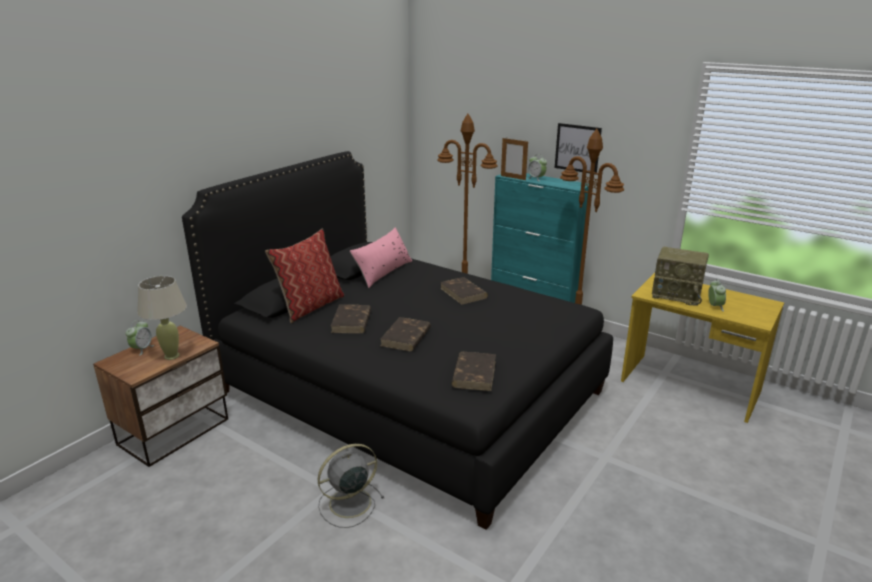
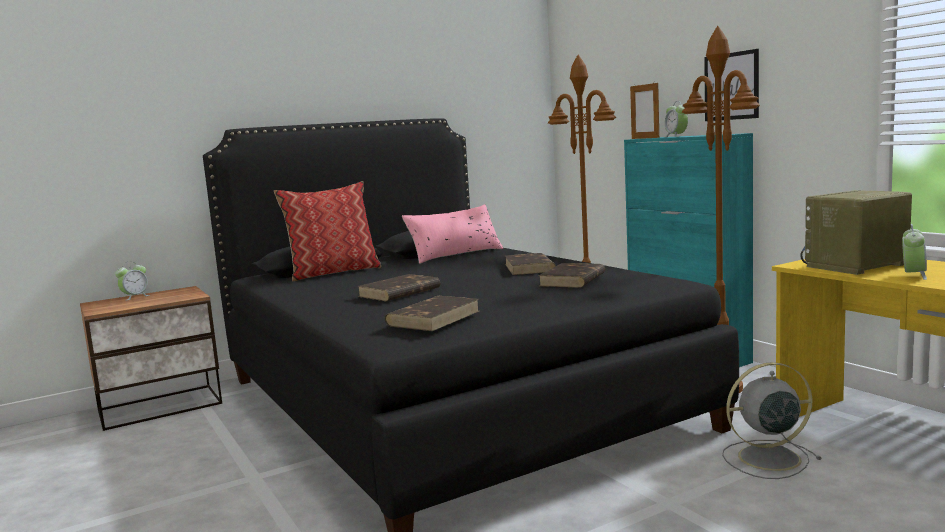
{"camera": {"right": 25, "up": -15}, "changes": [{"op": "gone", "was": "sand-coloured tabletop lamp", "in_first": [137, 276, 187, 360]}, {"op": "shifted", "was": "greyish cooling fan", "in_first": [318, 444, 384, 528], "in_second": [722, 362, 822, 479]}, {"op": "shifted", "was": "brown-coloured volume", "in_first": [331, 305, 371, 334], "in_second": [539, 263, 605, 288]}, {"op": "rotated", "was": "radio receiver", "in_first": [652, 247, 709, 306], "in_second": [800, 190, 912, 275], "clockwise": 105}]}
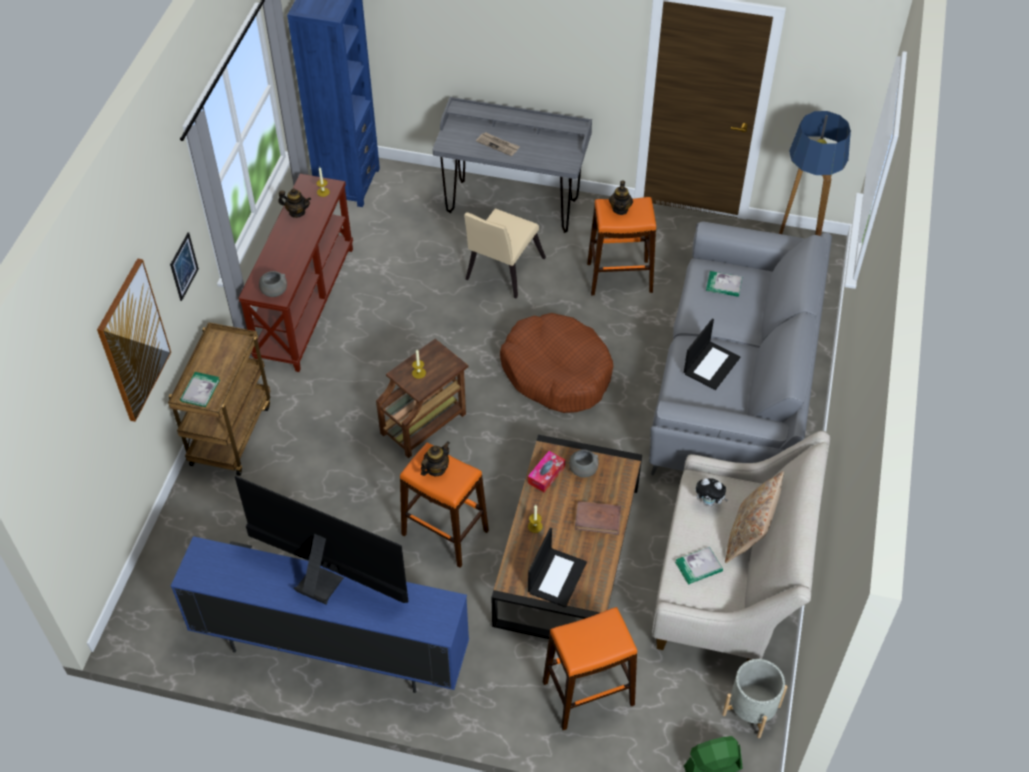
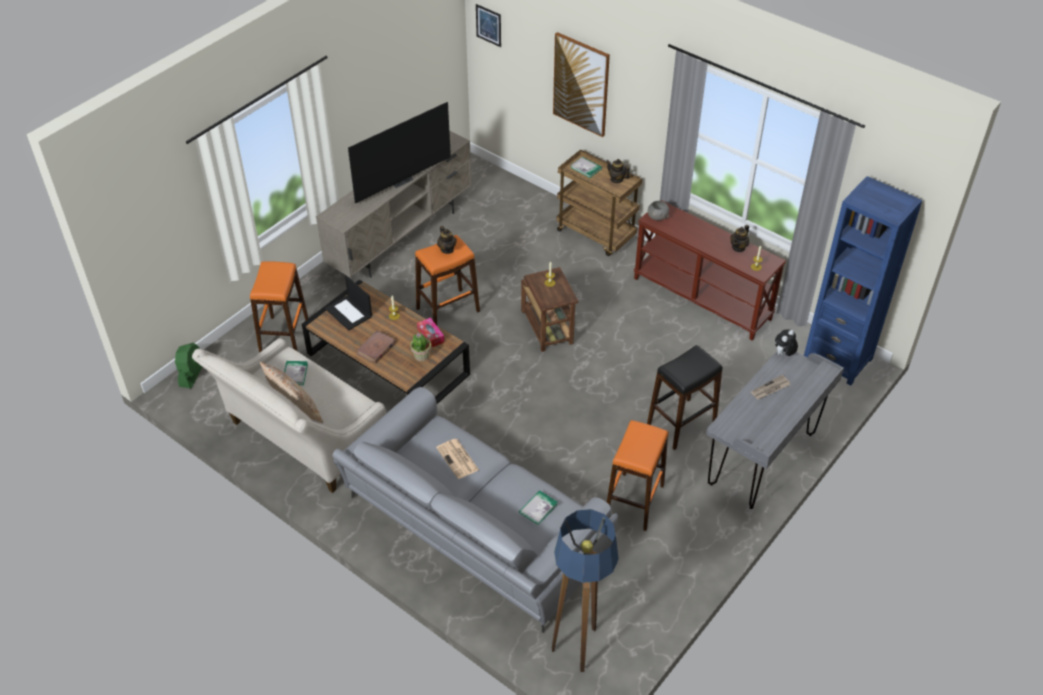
{"camera": {"right": 115, "up": -5}, "changes": [{"op": "gone", "was": "brown-coloured dog cushion", "in_first": [500, 313, 613, 413]}, {"op": "gone", "was": "greyish plant pot", "in_first": [722, 659, 787, 738]}, {"op": "shifted", "was": "wall art", "in_first": [170, 232, 199, 301], "in_second": [476, 4, 501, 47]}, {"op": "shifted", "was": "tea pot", "in_first": [609, 181, 633, 215], "in_second": [607, 159, 630, 184]}, {"op": "shifted", "was": "soft toy", "in_first": [695, 478, 728, 506], "in_second": [775, 329, 798, 356]}, {"op": "swapped", "was": "sand-coloured plain chair", "now": "blackish stool", "in_first": [464, 208, 546, 298], "in_second": [647, 345, 722, 450]}, {"op": "swapped", "was": "greyish deep dish", "now": "potted plant", "in_first": [569, 449, 598, 478], "in_second": [410, 333, 431, 362]}, {"op": "swapped", "was": "laptop", "now": "newspaper", "in_first": [684, 319, 740, 390], "in_second": [436, 439, 479, 479]}, {"op": "repainted", "was": "blue tv unit", "now": "sand-coloured tv unit", "in_first": [171, 536, 469, 693], "in_second": [316, 130, 472, 278]}]}
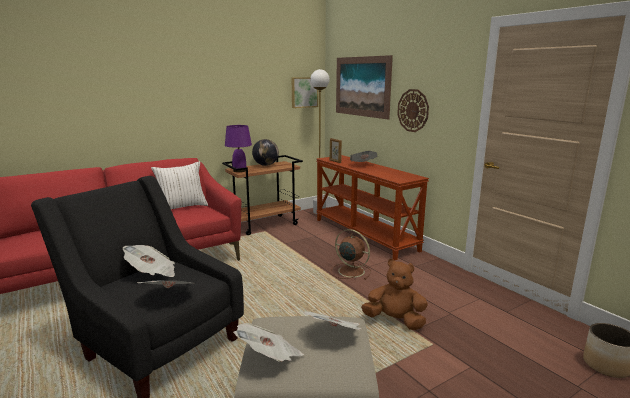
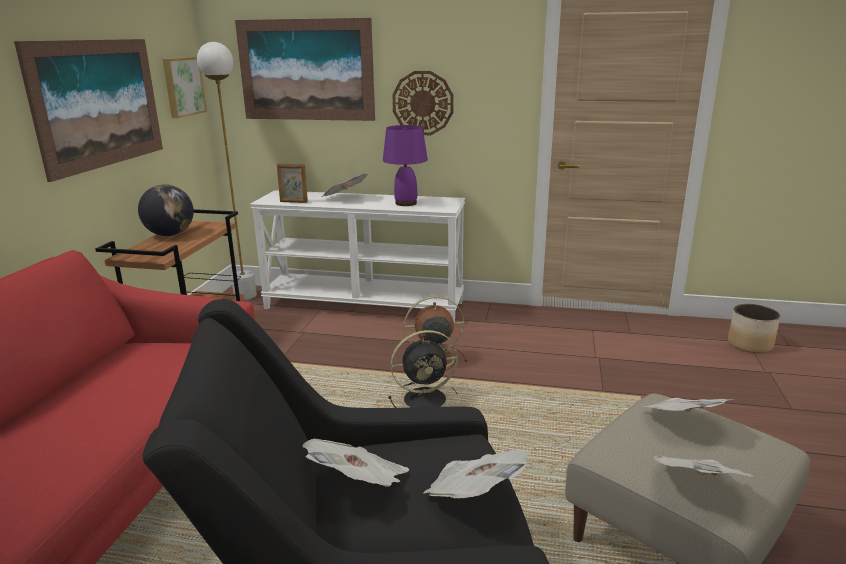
{"camera": {"right": -45, "up": 5}, "changes": [{"op": "gone", "was": "whitish cushion", "in_first": [151, 161, 208, 209]}, {"op": "gone", "was": "brown-coloured soft toy", "in_first": [361, 259, 428, 330]}, {"op": "new", "now": "wall art", "in_second": [14, 39, 163, 182]}, {"op": "new", "now": "blackish cooling fan", "in_second": [388, 330, 458, 408]}, {"op": "shifted", "was": "purple-coloured tabletop lamp", "in_first": [225, 125, 252, 172], "in_second": [383, 125, 428, 206]}, {"op": "repainted", "was": "brown-coloured console table", "now": "whitish console table", "in_first": [316, 155, 429, 260], "in_second": [250, 190, 465, 322]}]}
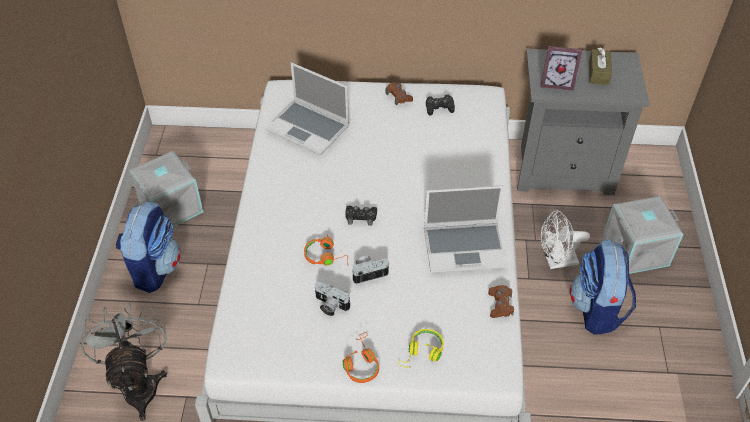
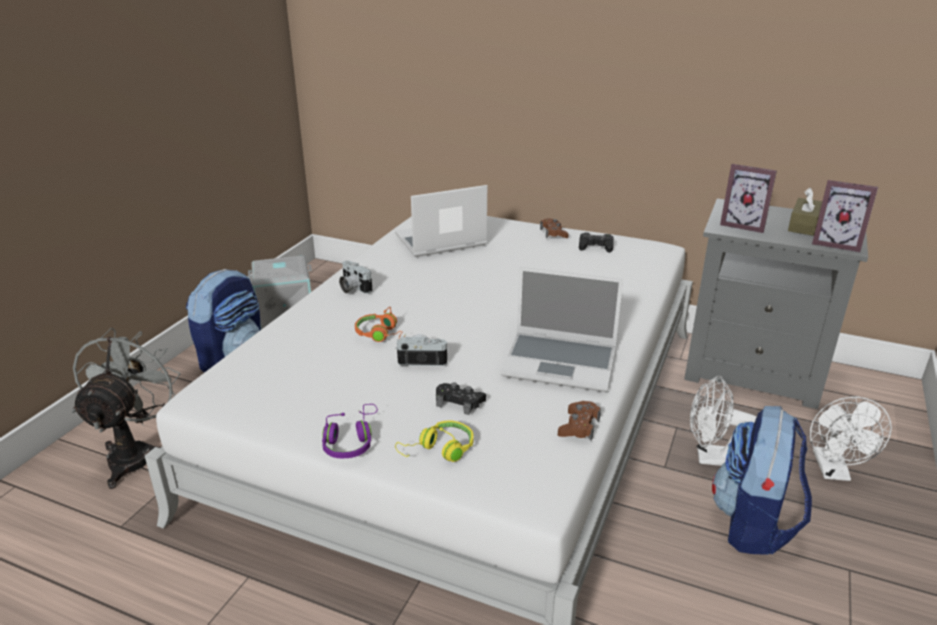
{"camera": {"right": 20, "up": -20}, "changes": [{"op": "new", "now": "photo frame", "in_second": [812, 180, 878, 252]}, {"op": "shifted", "was": "still camera", "in_first": [315, 282, 351, 316], "in_second": [339, 261, 373, 294]}, {"op": "shifted", "was": "blackish gamepad", "in_first": [345, 206, 377, 226], "in_second": [436, 382, 486, 415]}, {"op": "swapped", "was": "greyish storage bin", "now": "whitish cooling fan", "in_first": [603, 196, 684, 274], "in_second": [810, 397, 892, 481]}, {"op": "repainted", "was": "orange-coloured headphones", "now": "purple-coloured headphones", "in_first": [343, 332, 379, 383], "in_second": [322, 404, 378, 459]}, {"op": "rotated", "was": "laptop", "in_first": [266, 62, 349, 156], "in_second": [395, 185, 487, 257], "clockwise": 105}]}
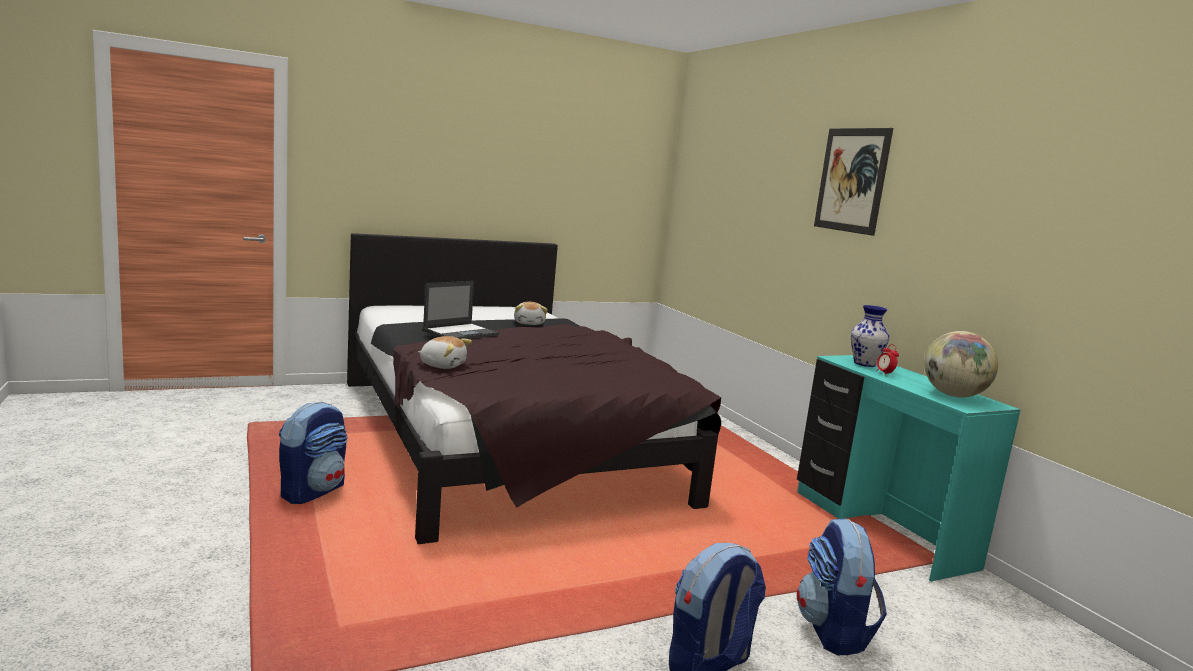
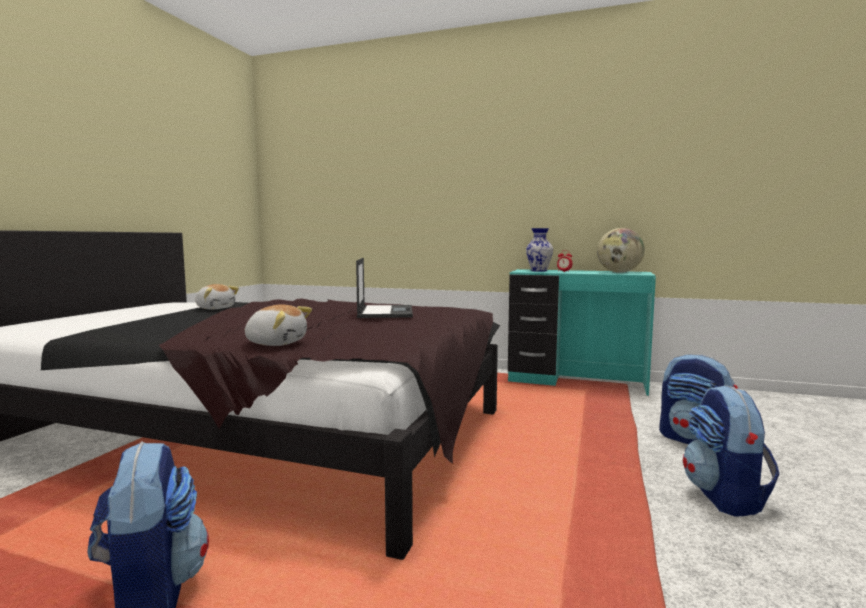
{"camera": {"right": -45, "up": -5}, "changes": [{"op": "gone", "was": "wall art", "in_first": [814, 128, 893, 236]}, {"op": "shifted", "was": "laptop", "in_first": [423, 281, 499, 339], "in_second": [356, 258, 413, 318]}, {"op": "rotated", "was": "soft toy", "in_first": [418, 336, 472, 369], "in_second": [244, 304, 312, 346], "clockwise": 45}]}
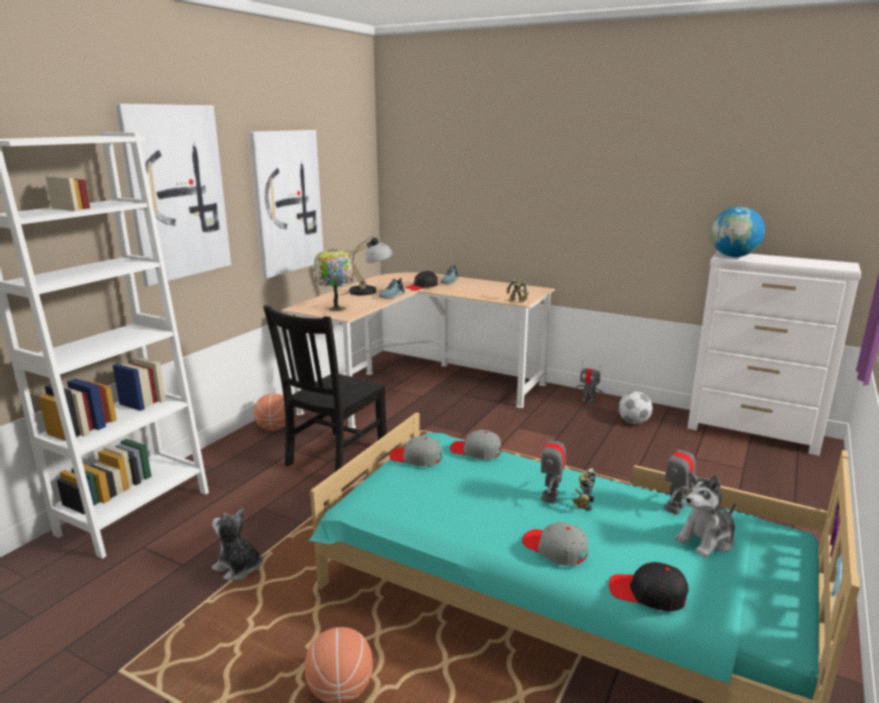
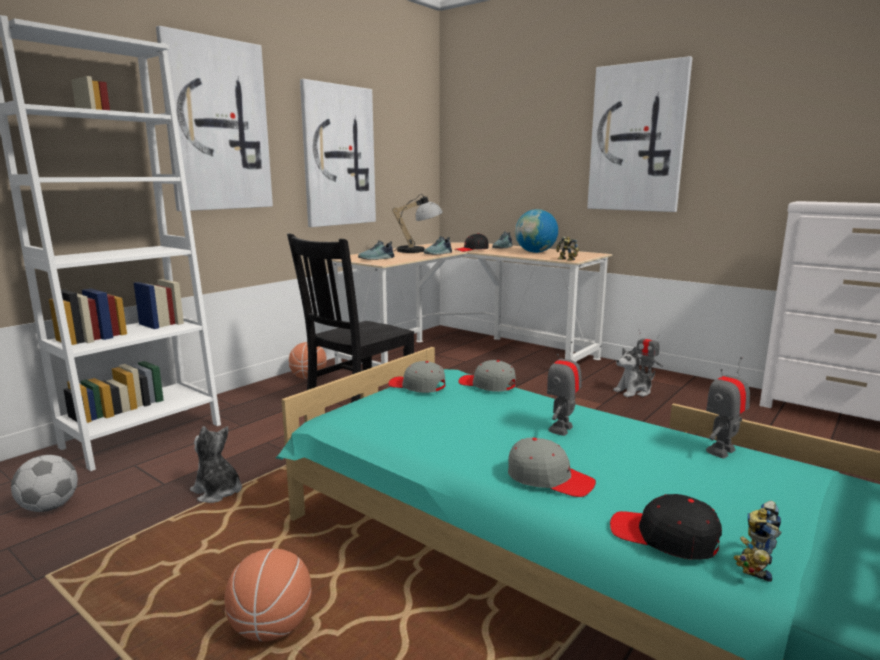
{"camera": {"right": 10, "up": -5}, "changes": [{"op": "new", "now": "wall art", "in_second": [587, 56, 693, 212]}, {"op": "shifted", "was": "model robot", "in_first": [572, 468, 595, 511], "in_second": [734, 500, 781, 582]}, {"op": "shifted", "was": "football ball", "in_first": [619, 391, 653, 424], "in_second": [11, 455, 78, 512]}, {"op": "shifted", "was": "soft toy", "in_first": [675, 472, 736, 557], "in_second": [613, 347, 655, 397]}, {"op": "shifted", "was": "desk globe", "in_first": [711, 207, 765, 257], "in_second": [515, 209, 558, 253]}, {"op": "swapped", "was": "tabletop lamp", "now": "shoe", "in_first": [314, 249, 354, 311], "in_second": [358, 240, 394, 260]}, {"op": "rotated", "was": "greyish baseball cap", "in_first": [522, 522, 588, 566], "in_second": [508, 437, 596, 497], "clockwise": 150}]}
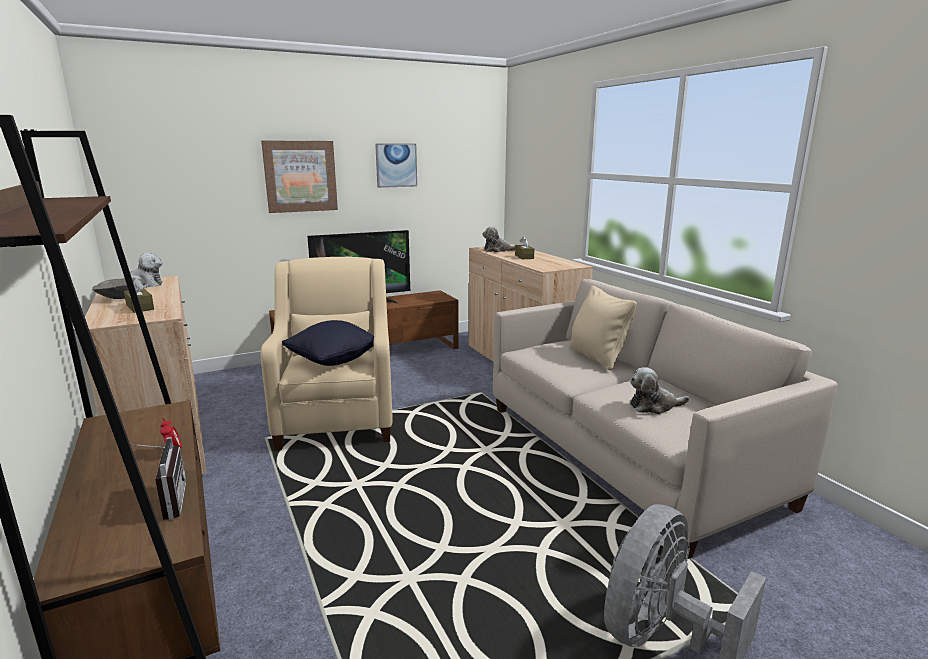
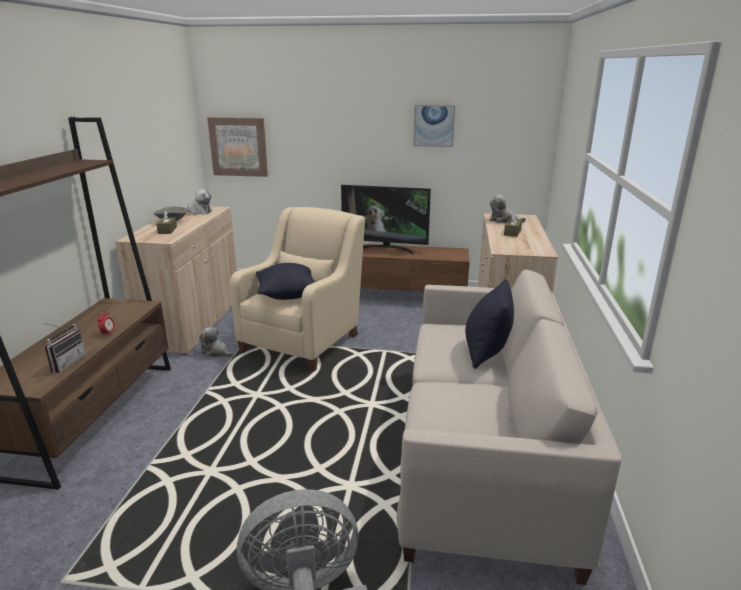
{"camera": {"right": 35, "up": 5}, "changes": [{"op": "shifted", "was": "wall art", "in_first": [261, 140, 338, 213], "in_second": [207, 117, 268, 177]}, {"op": "shifted", "was": "soft toy", "in_first": [630, 367, 689, 414], "in_second": [199, 327, 234, 357]}, {"op": "repainted", "was": "sand-coloured cushion", "now": "blackish cushion", "in_first": [569, 286, 637, 371], "in_second": [465, 279, 514, 369]}]}
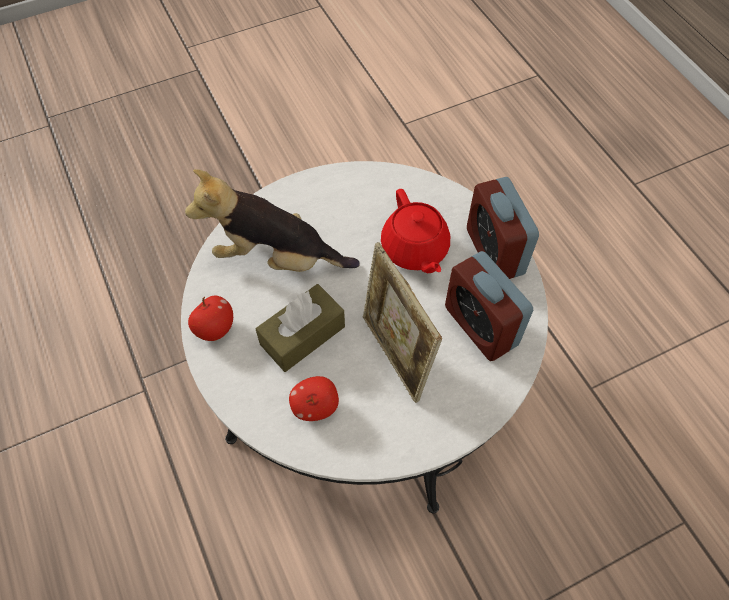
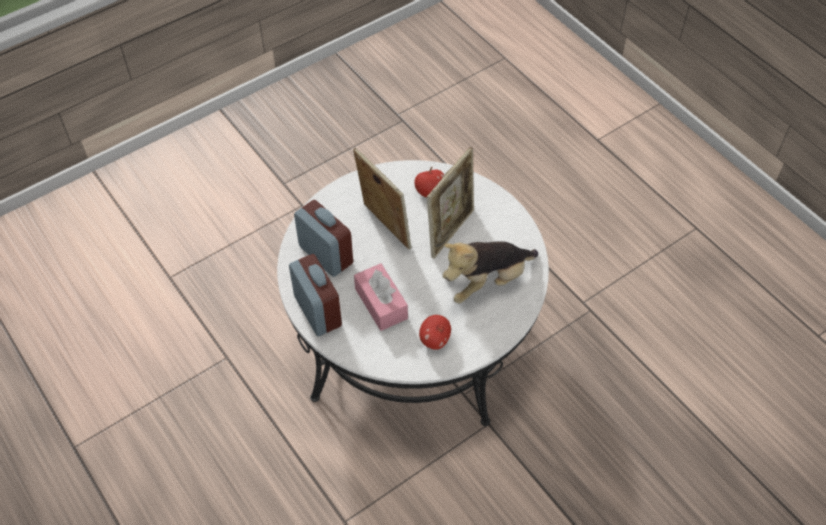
{"camera": {"right": 170, "up": -5}, "changes": [{"op": "shifted", "was": "apple", "in_first": [188, 296, 233, 341], "in_second": [419, 315, 451, 350]}, {"op": "swapped", "was": "brown-coloured tissue box", "now": "photo frame", "in_first": [256, 284, 345, 372], "in_second": [427, 147, 474, 259]}, {"op": "swapped", "was": "red-coloured tea pot", "now": "pink tissue box", "in_first": [381, 189, 450, 273], "in_second": [354, 263, 408, 331]}, {"op": "rotated", "was": "soft toy", "in_first": [185, 169, 360, 272], "in_second": [442, 241, 538, 303], "clockwise": 150}]}
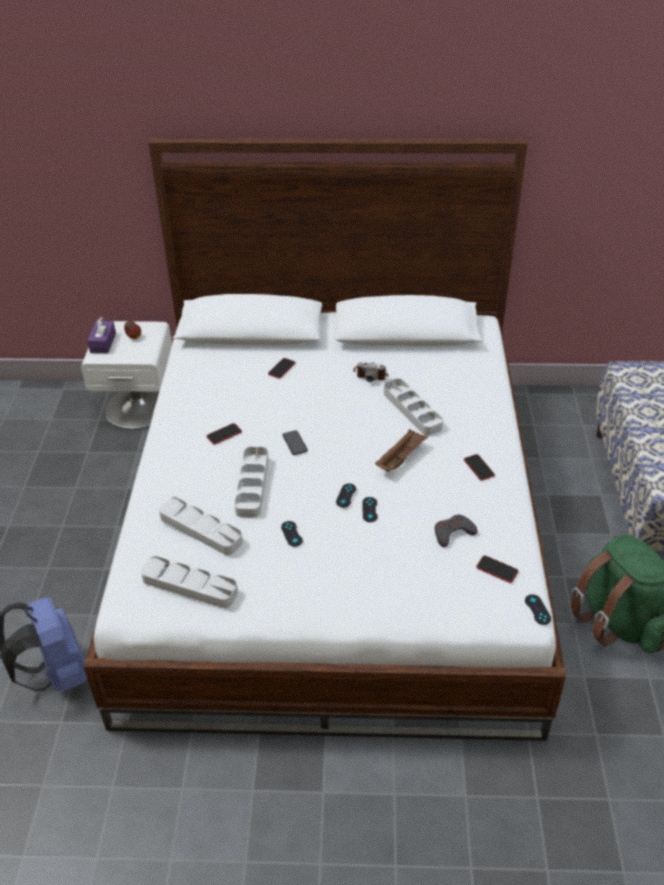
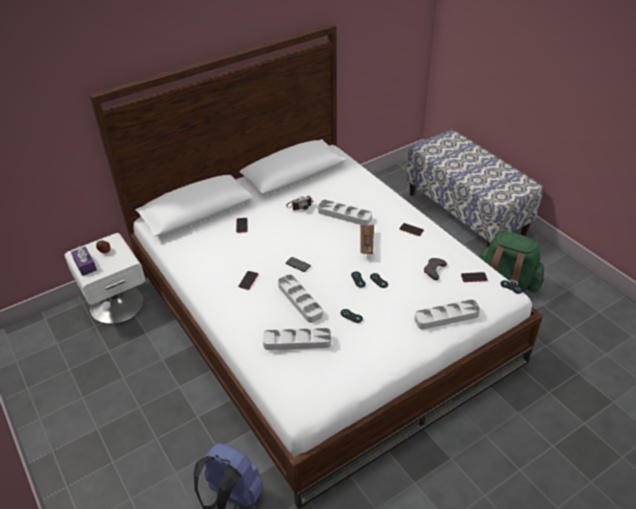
{"camera": {"right": -35, "up": 0}, "changes": [{"op": "shifted", "was": "greyish serving tray", "in_first": [141, 556, 238, 608], "in_second": [415, 299, 480, 329]}]}
